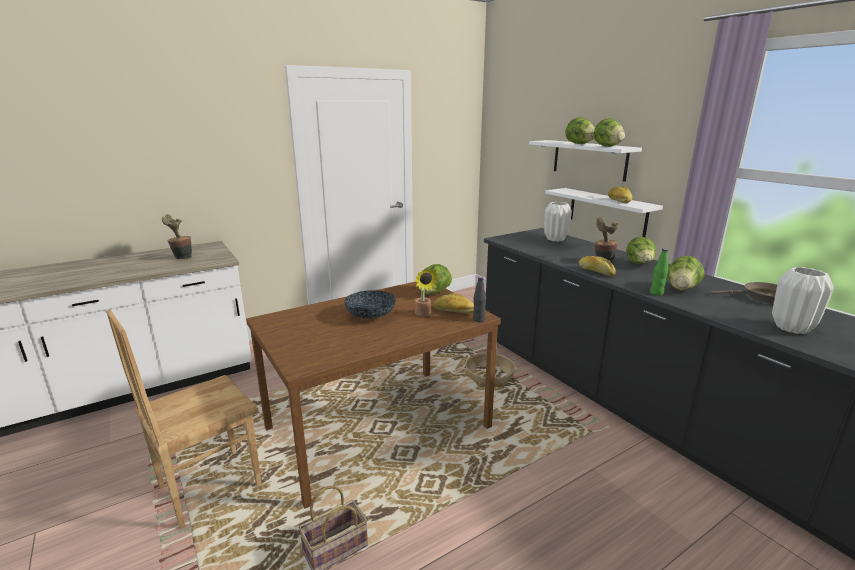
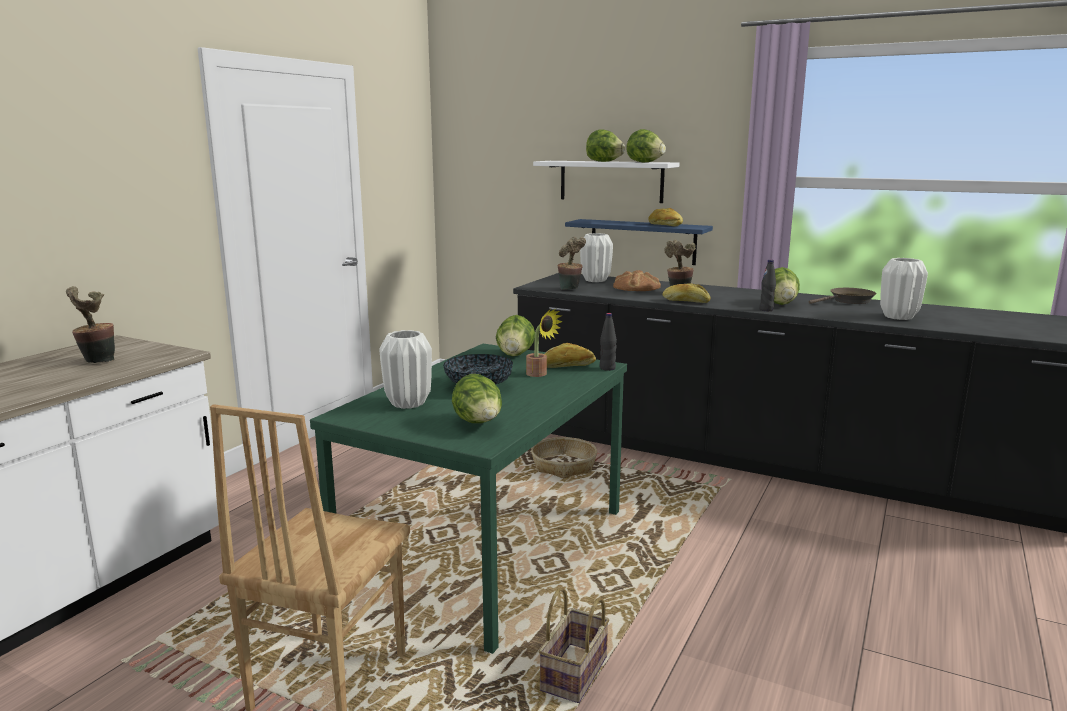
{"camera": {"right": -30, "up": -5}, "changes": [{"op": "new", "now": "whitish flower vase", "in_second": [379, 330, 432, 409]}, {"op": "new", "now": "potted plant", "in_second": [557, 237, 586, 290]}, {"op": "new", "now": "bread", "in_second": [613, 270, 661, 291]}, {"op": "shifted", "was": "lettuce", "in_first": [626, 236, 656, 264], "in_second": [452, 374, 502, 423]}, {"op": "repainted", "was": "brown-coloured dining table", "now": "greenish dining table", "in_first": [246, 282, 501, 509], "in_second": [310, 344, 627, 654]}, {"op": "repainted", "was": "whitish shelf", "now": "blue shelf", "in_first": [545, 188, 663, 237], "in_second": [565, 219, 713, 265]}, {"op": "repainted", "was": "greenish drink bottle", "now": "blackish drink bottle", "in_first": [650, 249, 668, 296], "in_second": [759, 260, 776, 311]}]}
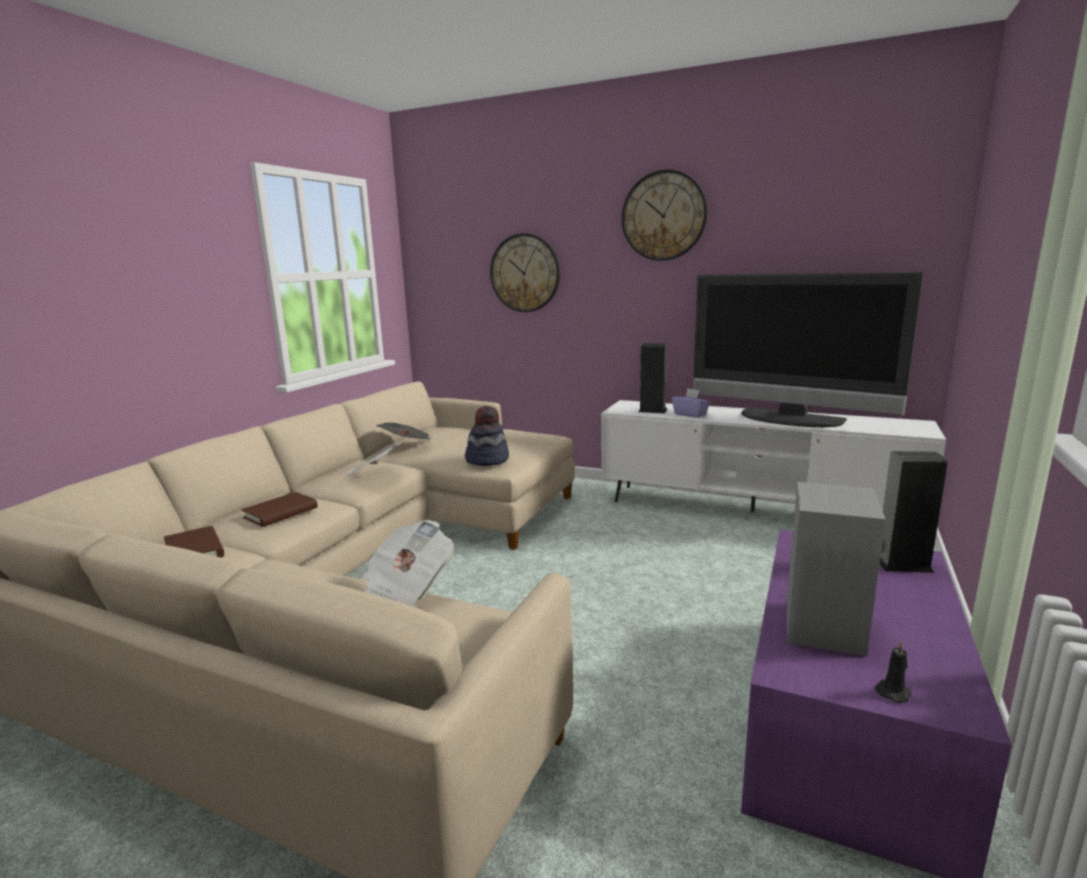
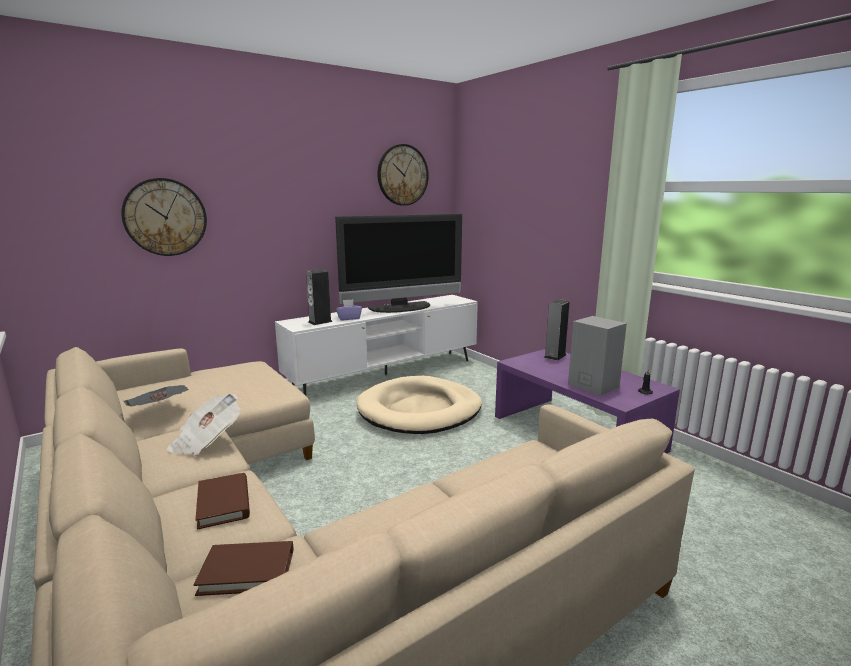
{"camera": {"right": -60, "up": 0}, "changes": [{"op": "gone", "was": "newspaper", "in_first": [362, 520, 454, 607]}, {"op": "gone", "was": "hat", "in_first": [465, 406, 509, 466]}, {"op": "new", "now": "sand-coloured dog cushion", "in_second": [357, 376, 482, 434]}, {"op": "shifted", "was": "wall clock", "in_first": [622, 170, 708, 261], "in_second": [377, 144, 429, 206]}]}
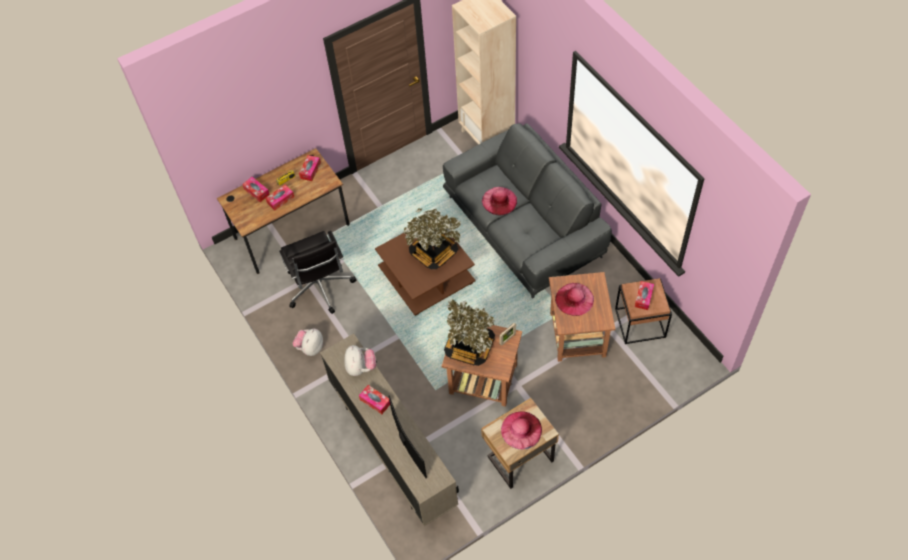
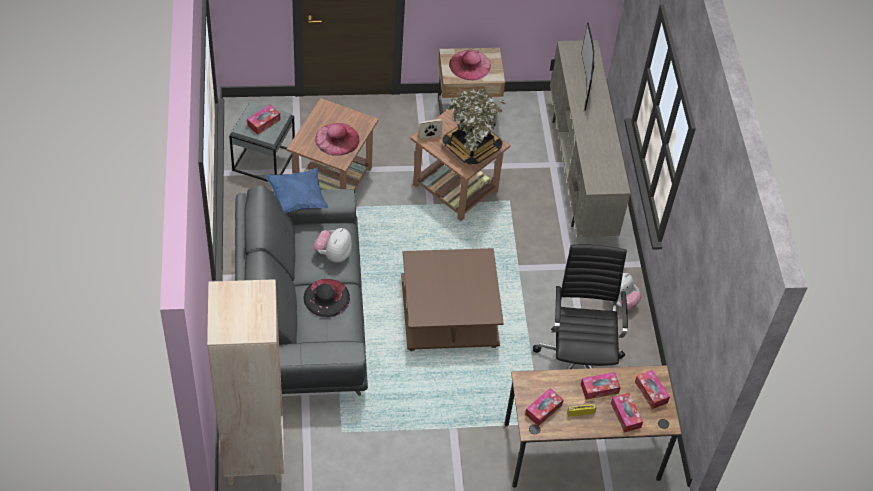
{"camera": {"right": -160, "up": -5}, "changes": [{"op": "gone", "was": "potted plant", "in_first": [403, 208, 461, 269]}, {"op": "new", "now": "blue cushion", "in_second": [265, 168, 329, 213]}, {"op": "shifted", "was": "soft toy", "in_first": [345, 345, 376, 376], "in_second": [314, 228, 352, 263]}, {"op": "shifted", "was": "tissue box", "in_first": [359, 385, 390, 414], "in_second": [635, 370, 670, 409]}, {"op": "repainted", "was": "pink hat", "now": "blackish hat", "in_first": [482, 187, 517, 215], "in_second": [303, 279, 350, 317]}, {"op": "repainted", "was": "brown-coloured side table", "now": "greyish side table", "in_first": [615, 278, 672, 344], "in_second": [229, 101, 295, 182]}]}
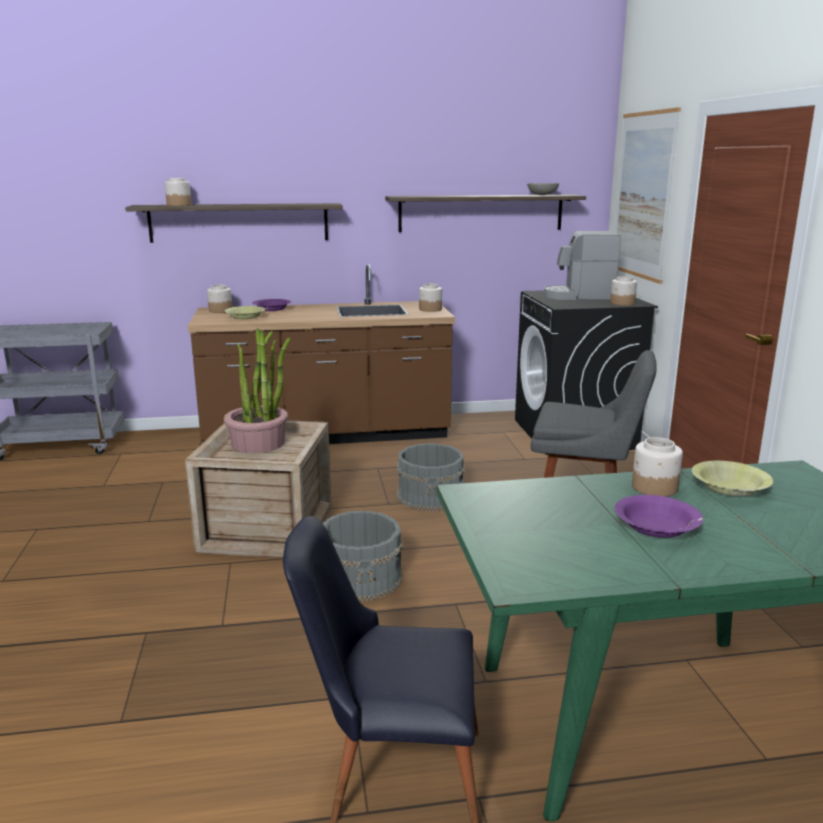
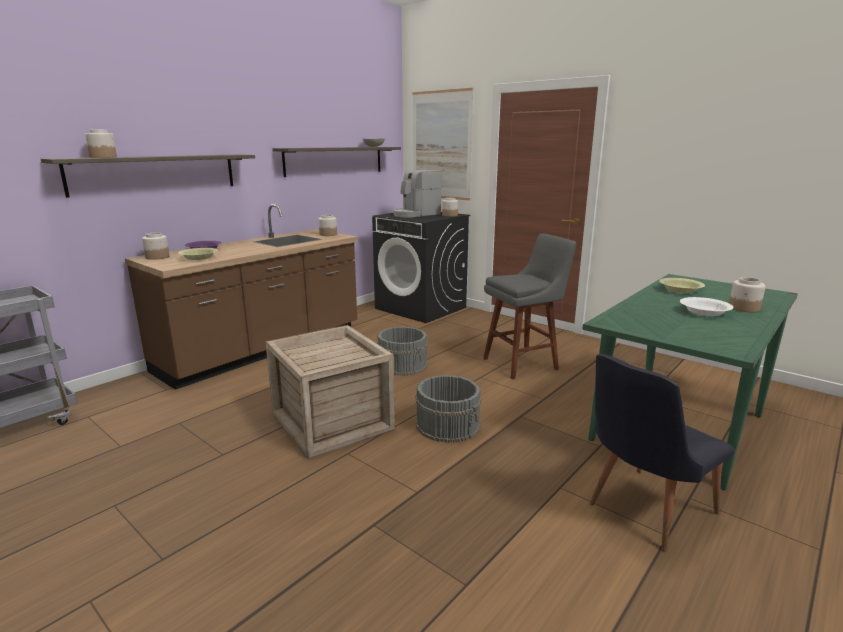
{"camera": {"right": -40, "up": 0}, "changes": [{"op": "gone", "was": "potted plant", "in_first": [224, 328, 291, 453]}, {"op": "shifted", "was": "storage jar", "in_first": [632, 437, 683, 497], "in_second": [729, 277, 765, 312]}, {"op": "repainted", "was": "purple-coloured deep dish", "now": "whitish deep dish", "in_first": [614, 495, 703, 538], "in_second": [680, 297, 733, 316]}]}
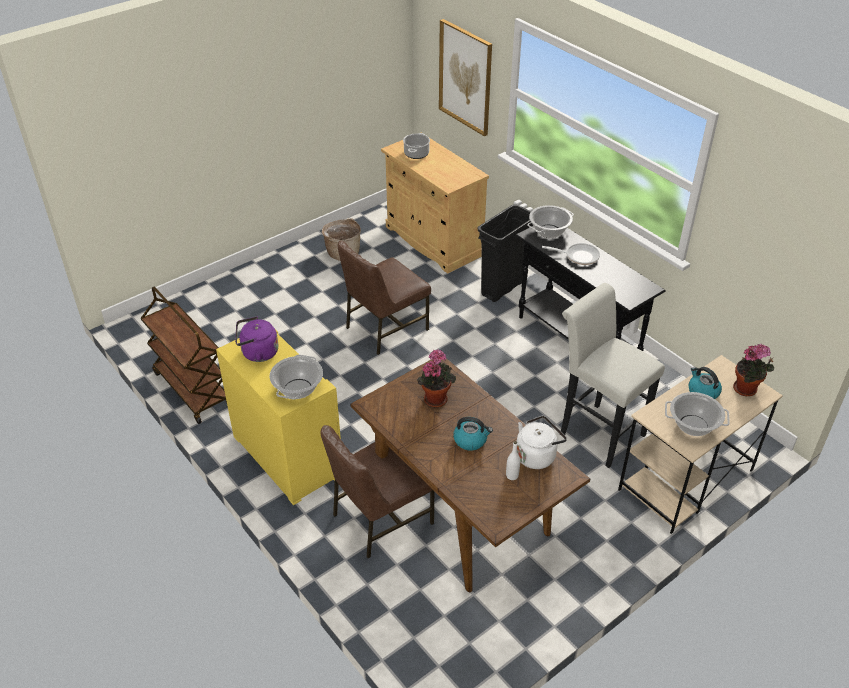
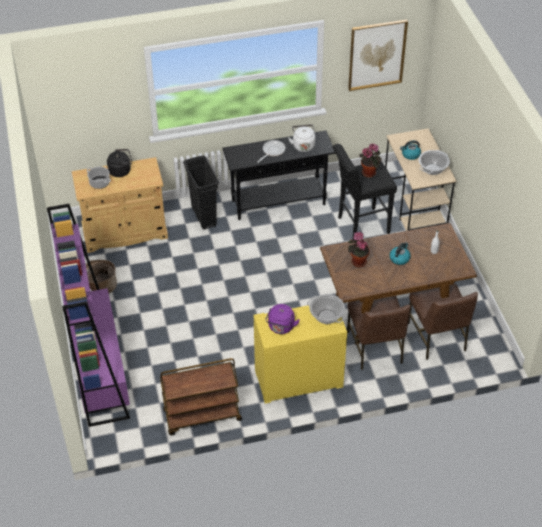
{"camera": {"right": -65, "up": 5}, "changes": [{"op": "gone", "was": "saucepot", "in_first": [527, 205, 574, 238]}, {"op": "new", "now": "purple-coloured bookshelf", "in_second": [47, 204, 130, 427]}, {"op": "new", "now": "blackish water kettle", "in_second": [107, 149, 132, 177]}, {"op": "shifted", "was": "brown-coloured plain chair", "in_first": [338, 241, 431, 355], "in_second": [408, 284, 478, 360]}, {"op": "shifted", "was": "wall art", "in_first": [439, 19, 492, 136], "in_second": [348, 19, 408, 91]}, {"op": "shifted", "was": "whitish water kettle", "in_first": [517, 415, 567, 469], "in_second": [288, 124, 315, 152]}, {"op": "shifted", "was": "potted plant", "in_first": [733, 344, 774, 396], "in_second": [359, 144, 382, 178]}, {"op": "repainted", "was": "whitish stool", "now": "blackish stool", "in_first": [561, 283, 665, 468], "in_second": [332, 144, 397, 241]}]}
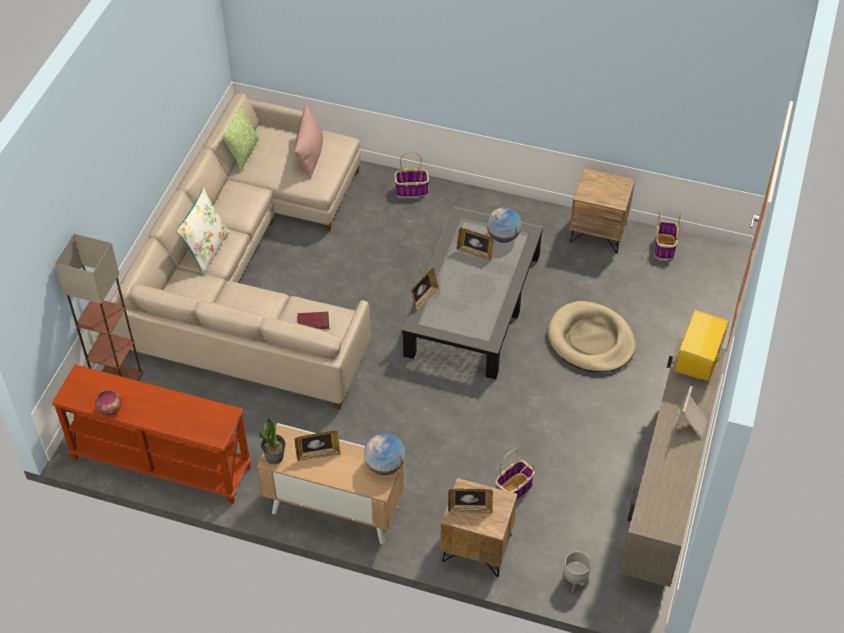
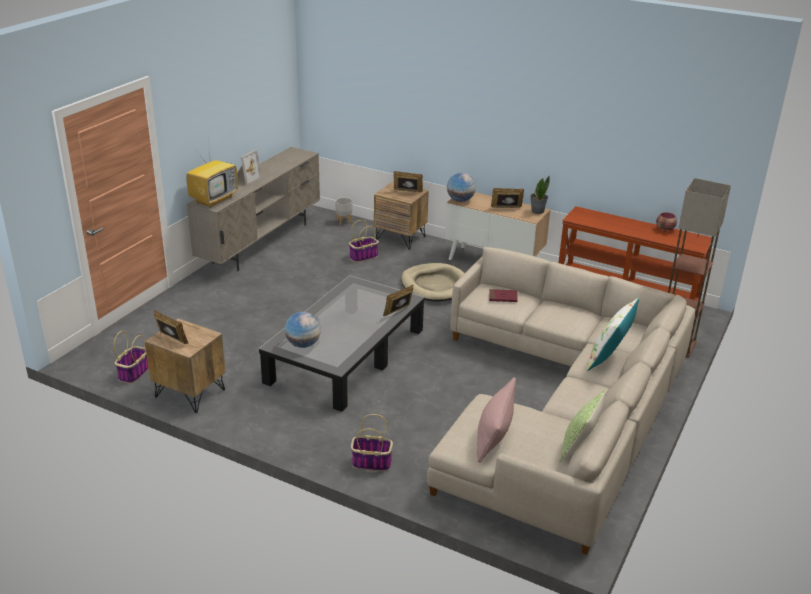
{"camera": {"right": -170, "up": -20}, "changes": [{"op": "shifted", "was": "photo frame", "in_first": [457, 228, 494, 262], "in_second": [153, 310, 188, 344]}, {"op": "shifted", "was": "sand-coloured dog cushion", "in_first": [548, 301, 636, 372], "in_second": [401, 263, 465, 302]}]}
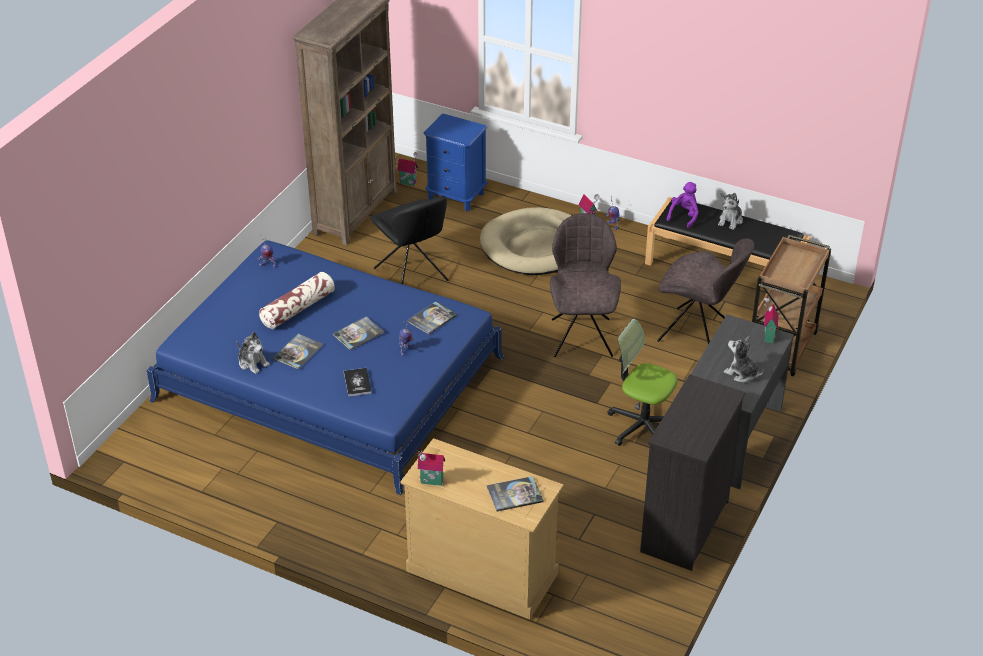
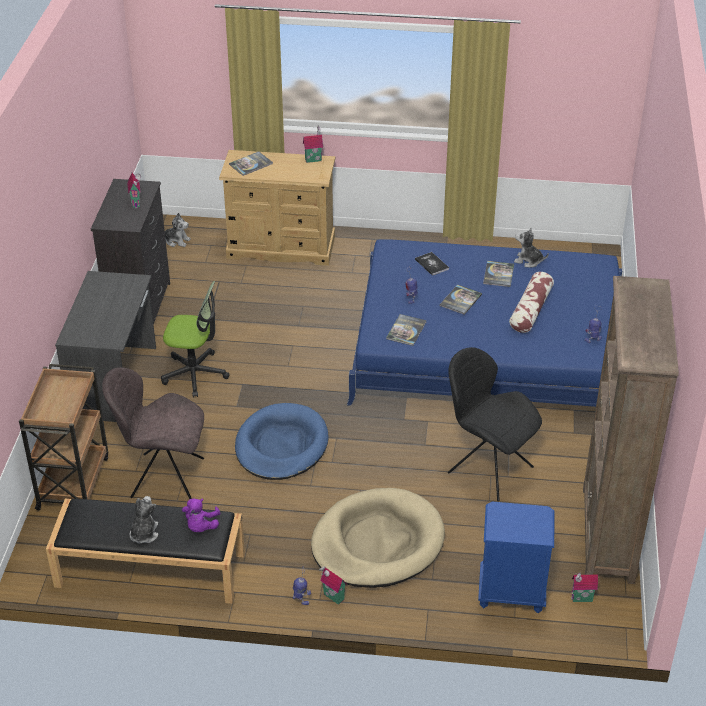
{"camera": {"right": 160, "up": 0}, "changes": [{"op": "shifted", "was": "soft toy", "in_first": [724, 336, 764, 383], "in_second": [165, 213, 191, 247]}, {"op": "shifted", "was": "model house", "in_first": [764, 297, 778, 343], "in_second": [127, 172, 141, 208]}, {"op": "swapped", "was": "greyish plain chair", "now": "blue dog cushion", "in_first": [550, 213, 621, 357], "in_second": [235, 403, 329, 480]}]}
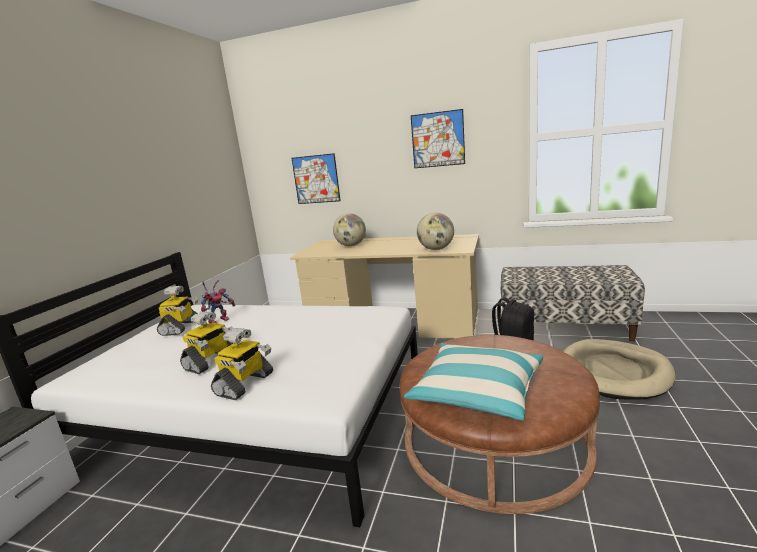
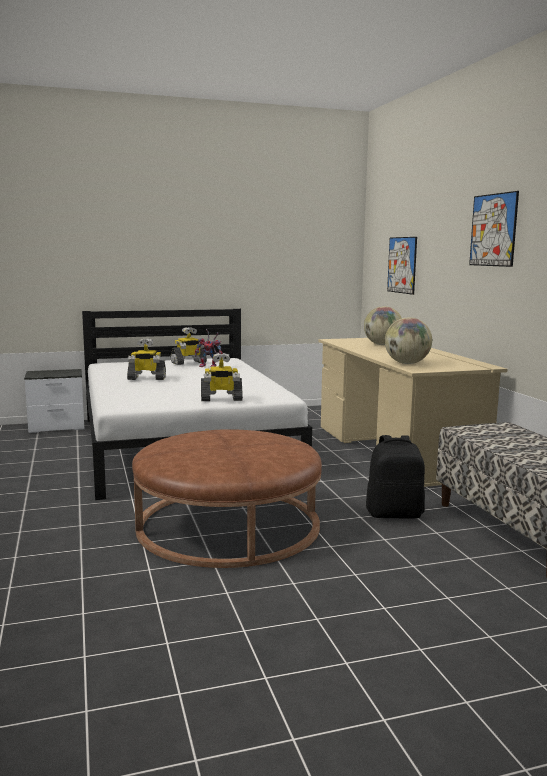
{"camera": {"right": 55, "up": -5}, "changes": [{"op": "gone", "was": "cushion", "in_first": [404, 343, 543, 421]}, {"op": "gone", "was": "sand-coloured dog cushion", "in_first": [563, 339, 675, 400]}, {"op": "shifted", "was": "model robot", "in_first": [211, 328, 273, 400], "in_second": [201, 353, 243, 401]}]}
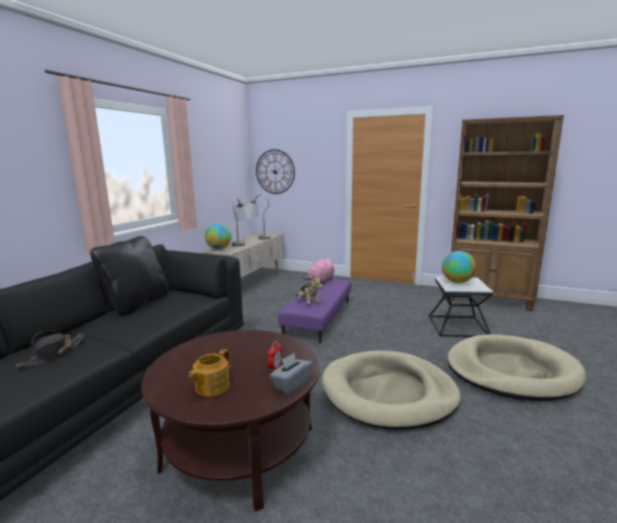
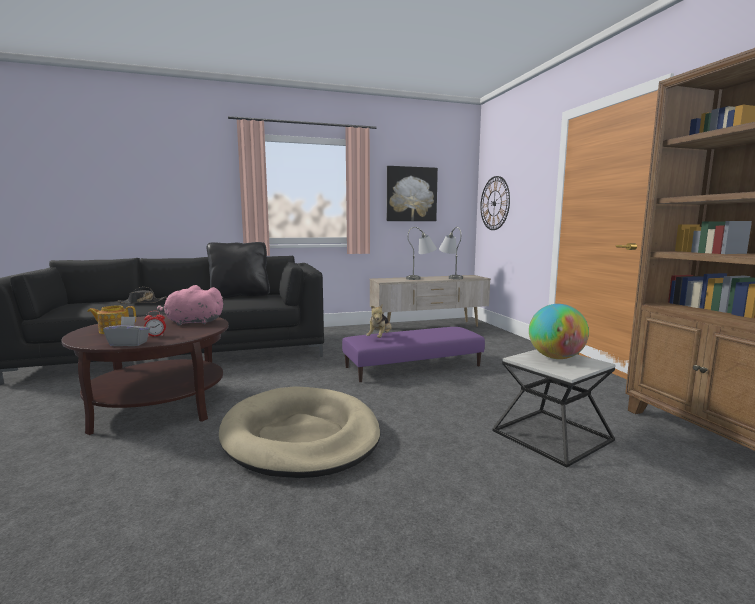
{"camera": {"right": 50, "up": -5}, "changes": [{"op": "gone", "was": "desk globe", "in_first": [205, 224, 231, 250]}, {"op": "gone", "was": "sand-coloured dog cushion", "in_first": [447, 334, 586, 401]}, {"op": "new", "now": "wall art", "in_second": [387, 166, 438, 221]}, {"op": "shifted", "was": "pink soft toy", "in_first": [303, 258, 335, 284], "in_second": [157, 285, 224, 326]}]}
